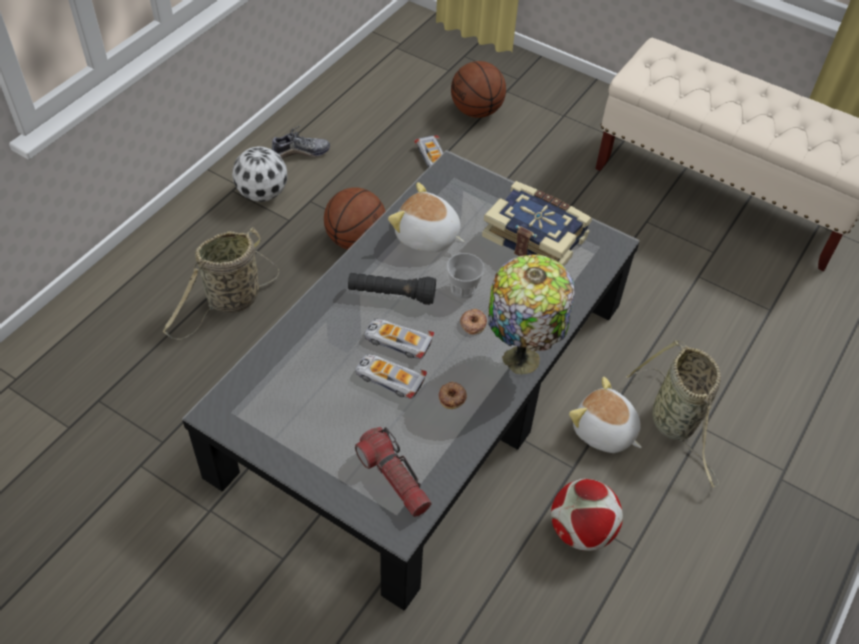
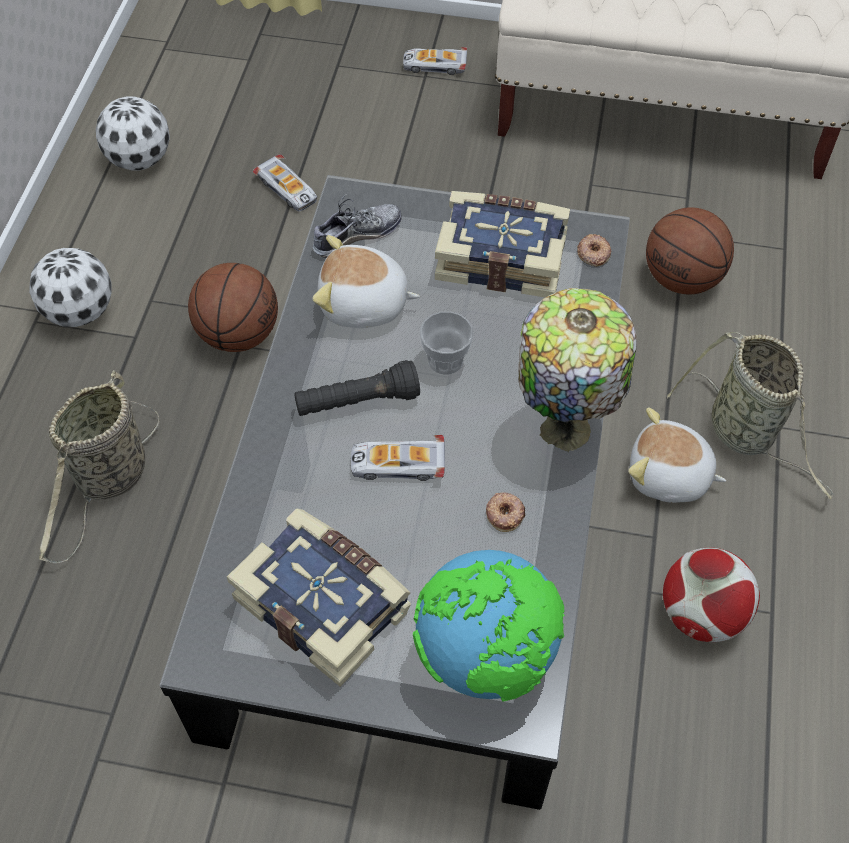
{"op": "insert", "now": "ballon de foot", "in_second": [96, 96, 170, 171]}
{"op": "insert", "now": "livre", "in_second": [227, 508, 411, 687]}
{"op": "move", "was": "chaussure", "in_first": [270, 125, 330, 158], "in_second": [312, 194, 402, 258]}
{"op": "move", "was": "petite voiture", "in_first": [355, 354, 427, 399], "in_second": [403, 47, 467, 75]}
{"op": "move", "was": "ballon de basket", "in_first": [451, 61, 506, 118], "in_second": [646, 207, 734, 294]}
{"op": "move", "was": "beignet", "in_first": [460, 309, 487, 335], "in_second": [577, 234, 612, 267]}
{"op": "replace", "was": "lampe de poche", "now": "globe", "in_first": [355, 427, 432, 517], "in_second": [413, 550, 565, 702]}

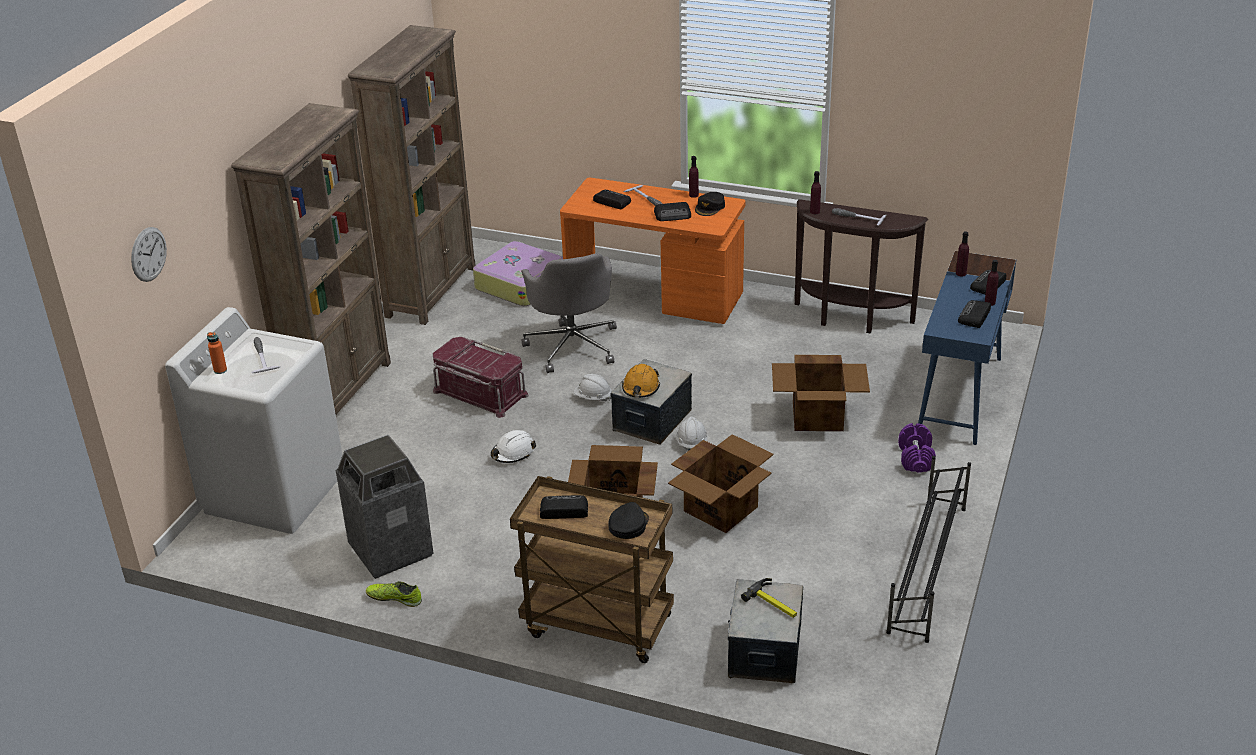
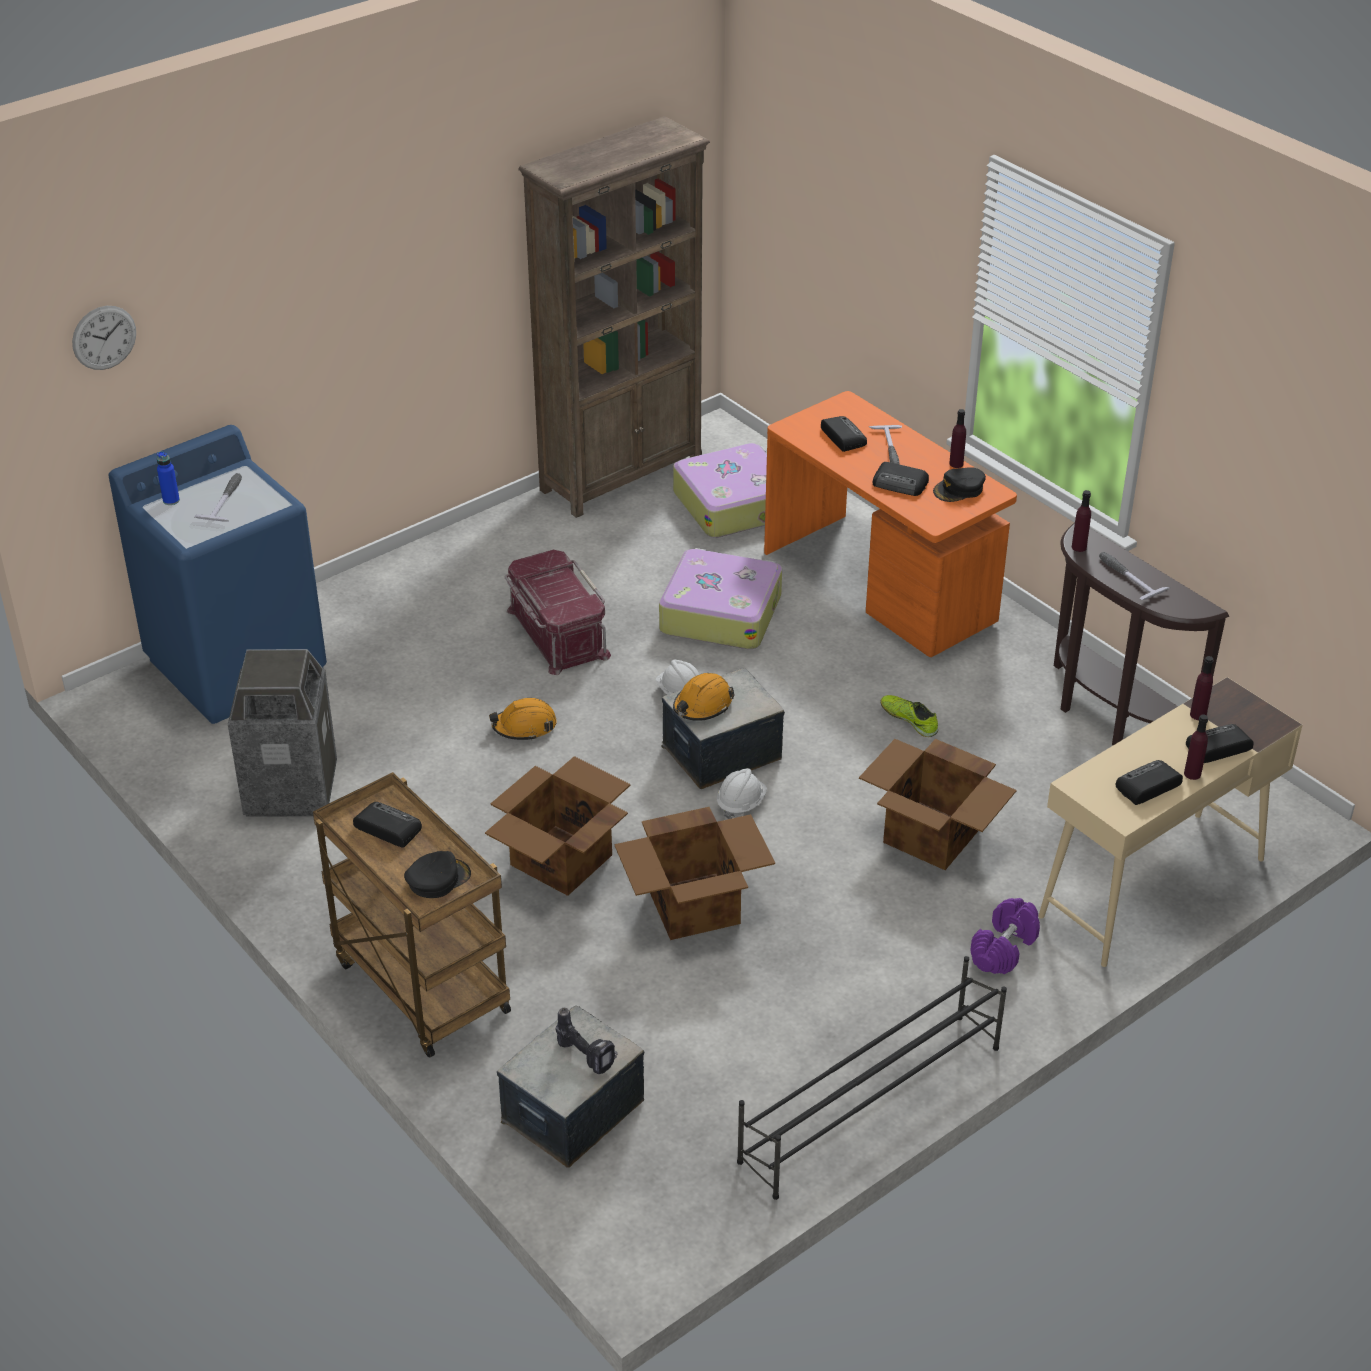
{"op": "delete", "was": "bibliothèque (marron)", "in_first": [231, 103, 391, 414]}
{"op": "move", "was": "chaussure", "in_first": [366, 581, 422, 607], "in_second": [880, 695, 938, 737]}
{"op": "replace", "was": "chaise de bureau (gris)", "now": "valise", "in_first": [521, 253, 617, 373], "in_second": [659, 548, 782, 649]}
{"op": "replace", "was": "marteau", "now": "perceuse", "in_first": [741, 578, 797, 618], "in_second": [555, 1008, 618, 1074]}
{"op": "recolor", "was": "lave-linge (blanc)", "now": "lave-linge (bleu)", "in_first": [165, 307, 343, 534], "in_second": [108, 425, 327, 724]}
{"op": "recolor", "was": "bouteille (orange)", "now": "bouteille (bleu)", "in_first": [207, 332, 227, 374], "in_second": [157, 451, 180, 505]}
{"op": "recolor", "was": "casque de chantier (blanc)", "now": "casque de chantier (orange)", "in_first": [491, 430, 536, 463], "in_second": [489, 698, 557, 741]}
{"op": "recolor", "was": "bureau (bleu)", "now": "bureau (beige)", "in_first": [918, 251, 1016, 445], "in_second": [1038, 677, 1302, 967]}

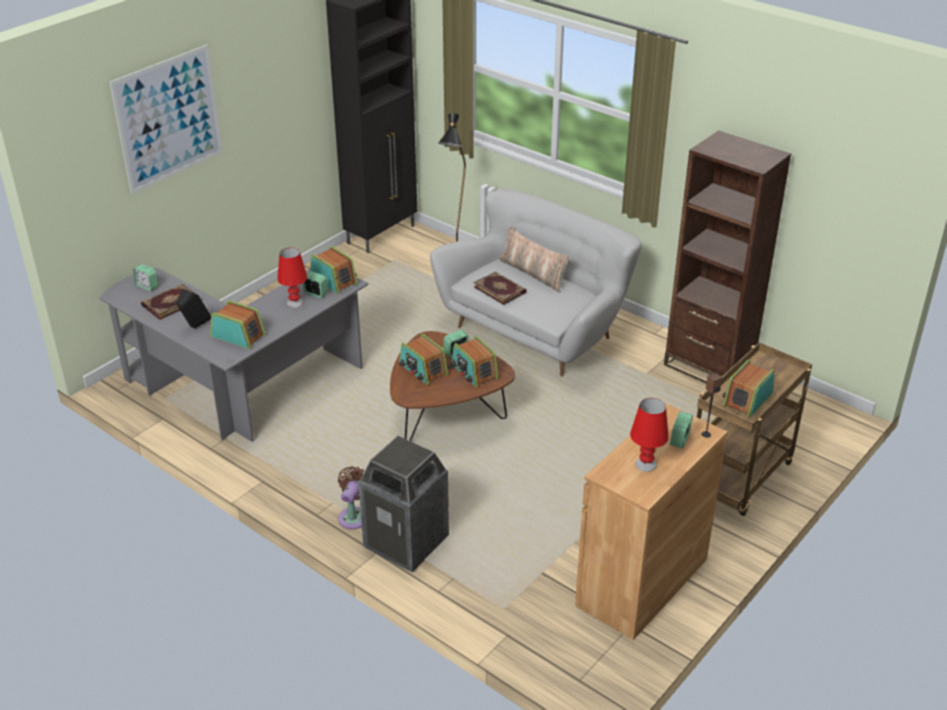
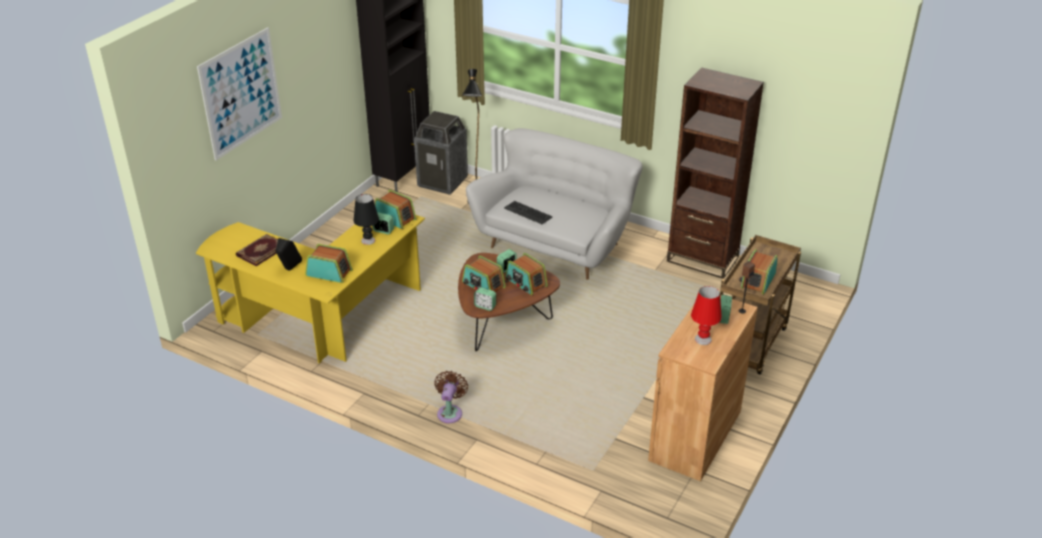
{"op": "delete", "was": "coussin", "in_first": [499, 227, 569, 292]}
{"op": "move", "was": "réveil", "in_first": [133, 264, 158, 291], "in_second": [474, 287, 496, 311]}
{"op": "move", "was": "poubelle", "in_first": [358, 436, 449, 572], "in_second": [414, 111, 468, 195]}
{"op": "replace", "was": "livre", "now": "clavier", "in_first": [474, 272, 526, 305], "in_second": [504, 201, 552, 224]}
{"op": "recolor", "was": "bureau (gris)", "now": "bureau (jaune)", "in_first": [99, 268, 369, 442], "in_second": [196, 215, 425, 363]}
{"op": "recolor", "was": "lampe de table (rouge)", "now": "lampe de table (noir)", "in_first": [277, 248, 307, 308], "in_second": [354, 194, 379, 245]}

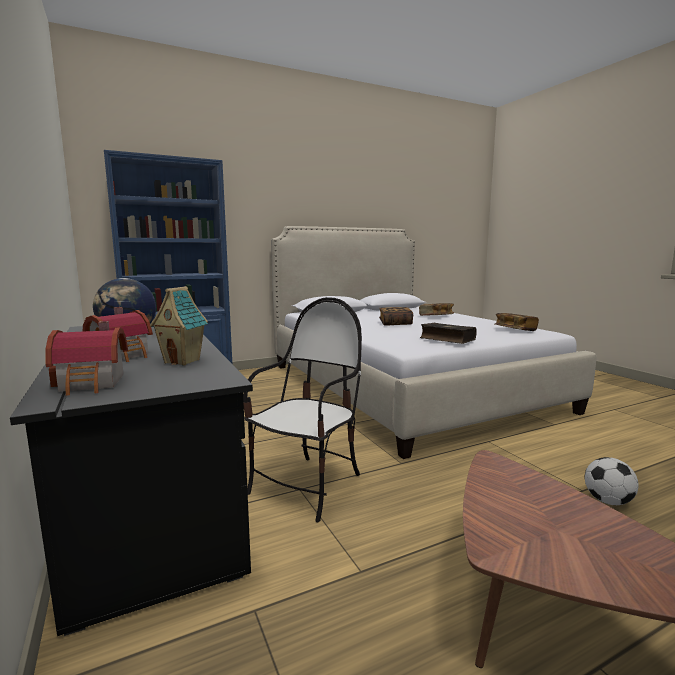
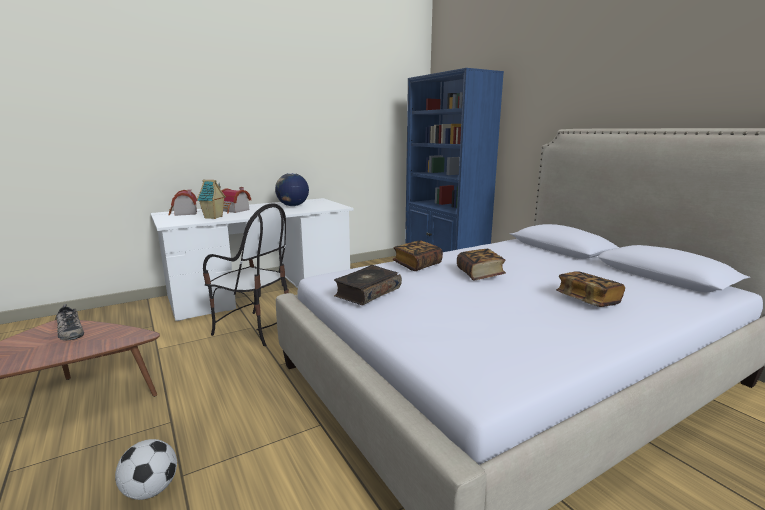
{"op": "insert", "now": "chaussure", "in_second": [57, 304, 84, 341]}
{"op": "move", "was": "livre", "in_first": [495, 313, 539, 331], "in_second": [393, 240, 443, 271]}
{"op": "recolor", "was": "bureau (noir)", "now": "bureau (blanc)", "in_first": [10, 326, 253, 636], "in_second": [150, 198, 353, 321]}

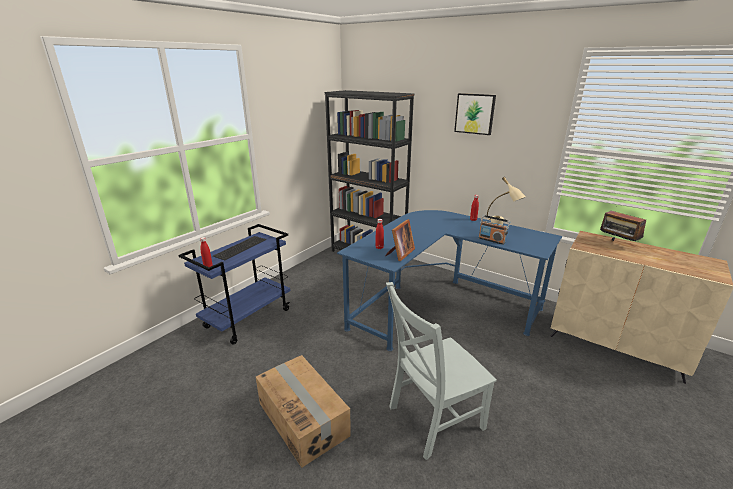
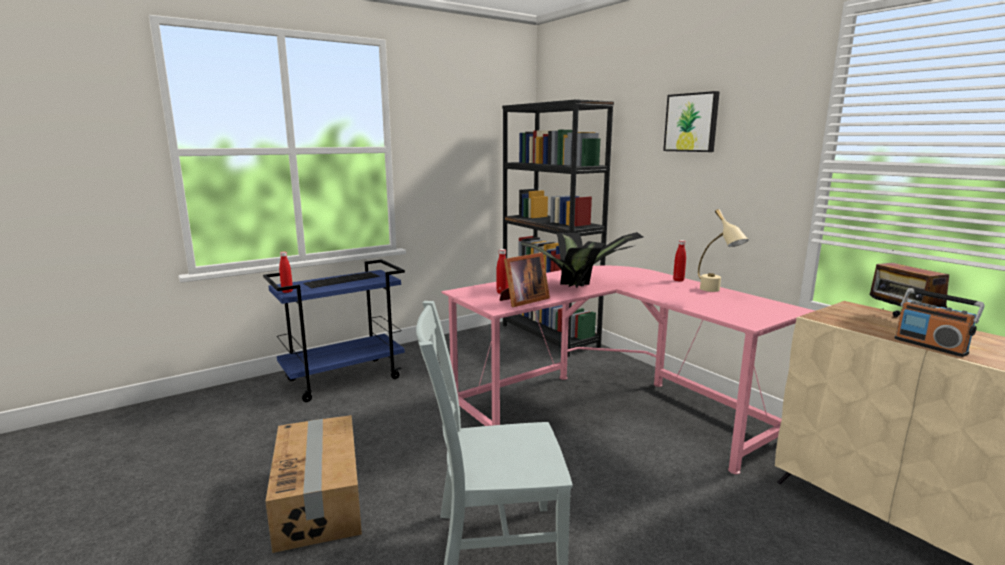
{"op": "insert", "now": "plante en pot", "in_second": [521, 232, 643, 288]}
{"op": "move", "was": "radio", "in_first": [478, 215, 510, 245], "in_second": [894, 288, 985, 357]}
{"op": "recolor", "was": "bureau (bleu)", "now": "bureau (rose)", "in_first": [337, 210, 562, 351], "in_second": [442, 266, 815, 474]}

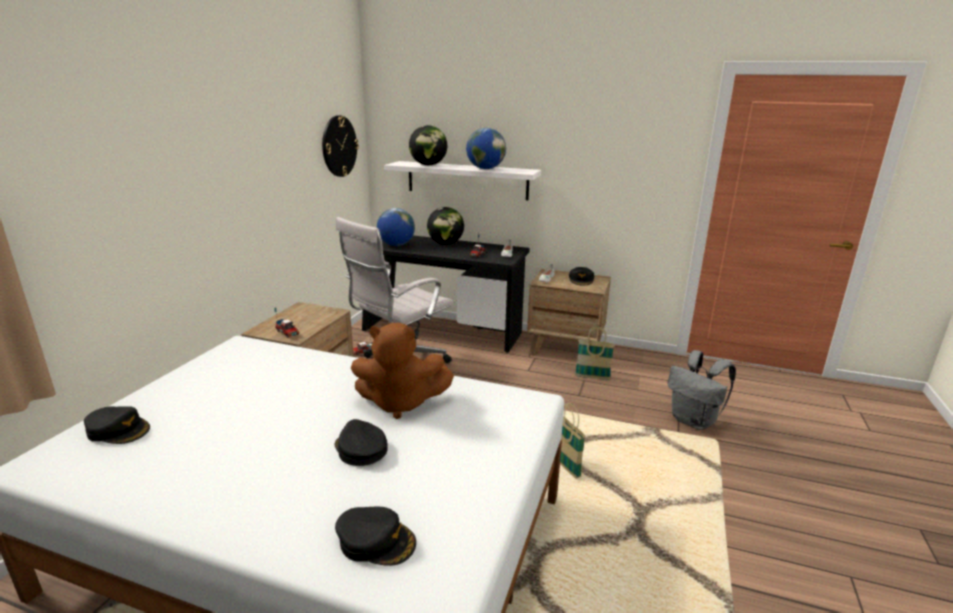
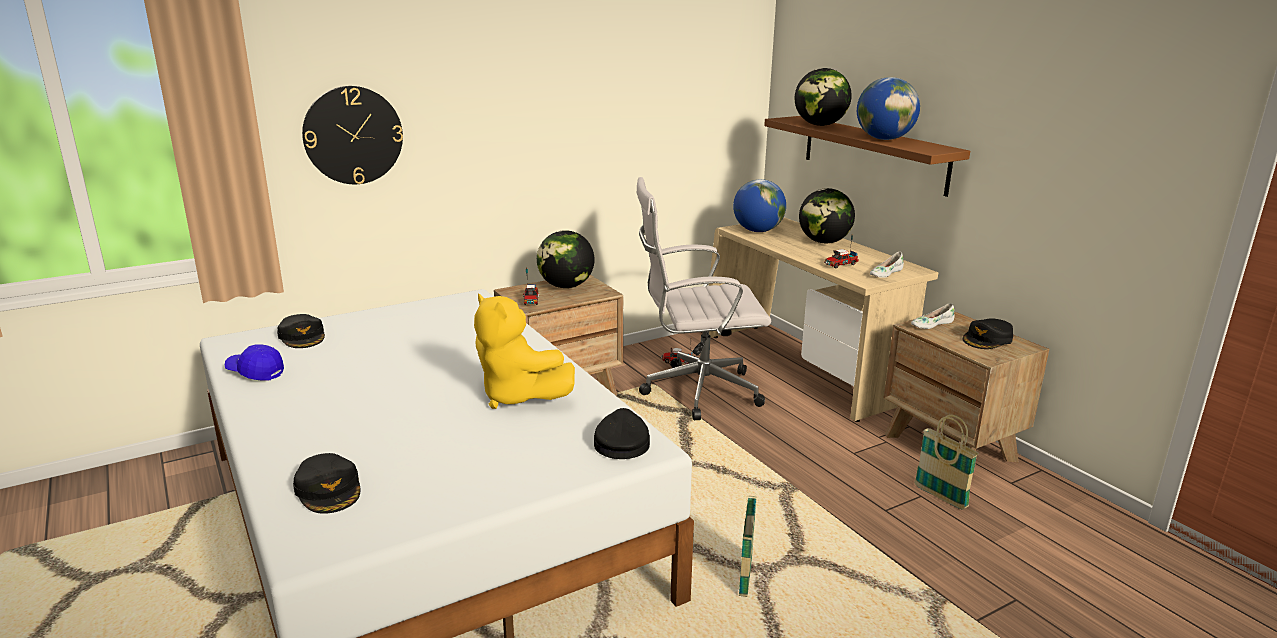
{"op": "delete", "was": "sac à dos (gris)", "in_first": [667, 350, 736, 430]}
{"op": "insert", "now": "casquette (bleu)", "in_second": [225, 344, 284, 381]}
{"op": "insert", "now": "globe", "in_second": [537, 230, 594, 288]}
{"op": "move", "was": "horloge murale", "in_first": [322, 115, 359, 177], "in_second": [302, 86, 403, 184]}
{"op": "move", "was": "casquette (noir)", "in_first": [335, 419, 388, 466], "in_second": [594, 408, 650, 459]}
{"op": "recolor", "was": "peluche (marron)", "now": "peluche (jaune)", "in_first": [351, 322, 454, 419], "in_second": [474, 294, 575, 409]}
{"op": "recolor", "was": "bureau (noir)", "now": "bureau (beige)", "in_first": [362, 236, 530, 353], "in_second": [709, 217, 938, 422]}
{"op": "recolor", "was": "étagère (blanc)", "now": "étagère (marron)", "in_first": [384, 161, 541, 200], "in_second": [764, 116, 970, 197]}

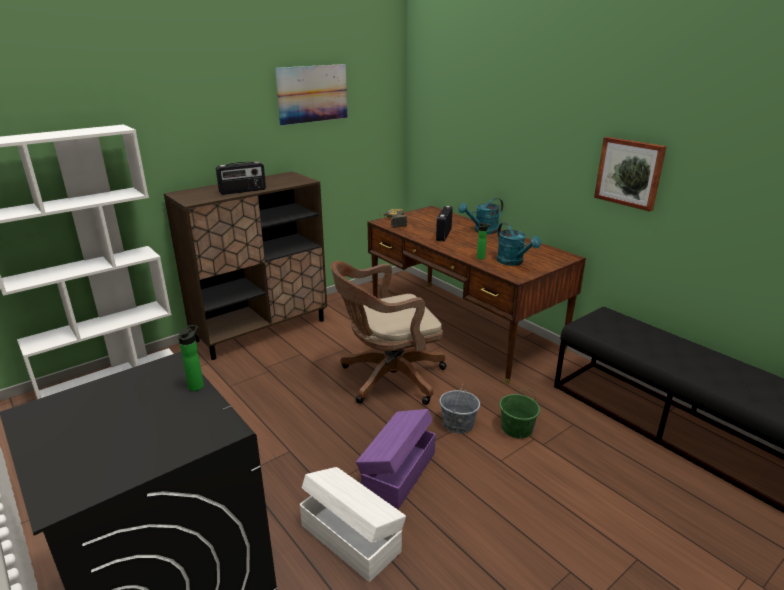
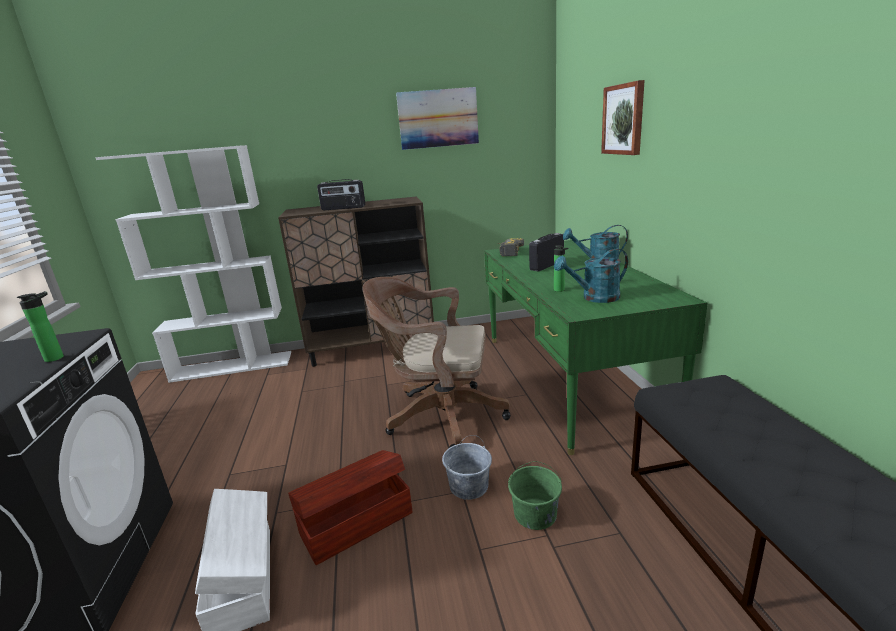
{"op": "move", "was": "tableau", "in_first": [594, 137, 667, 211], "in_second": [601, 80, 645, 155]}
{"op": "recolor", "was": "boîte de rangement (violet)", "now": "boîte de rangement (marron)", "in_first": [356, 409, 436, 509], "in_second": [288, 450, 412, 565]}
{"op": "recolor", "was": "bureau (marron)", "now": "bureau (vert)", "in_first": [368, 206, 586, 384], "in_second": [484, 240, 708, 455]}
{"op": "rotate", "was": "arrosoir (turquoise)", "in_first": [497, 223, 541, 266], "in_second": [554, 248, 628, 303], "clockwise": 75}

